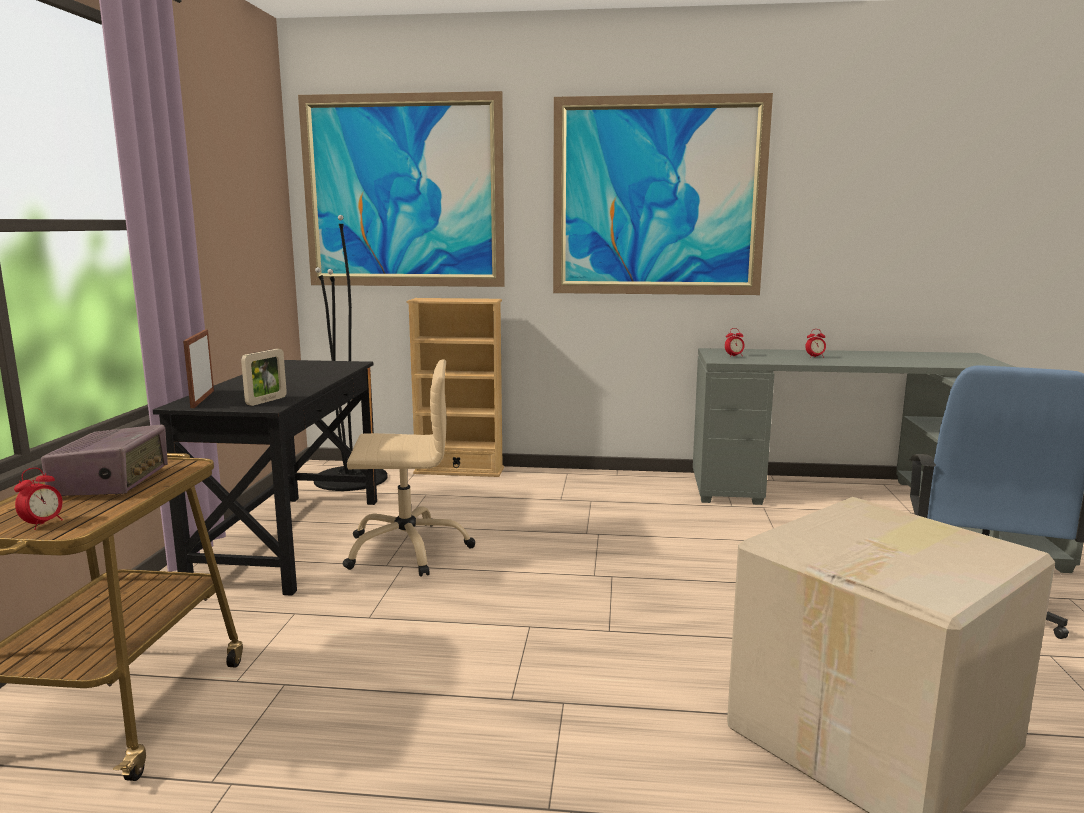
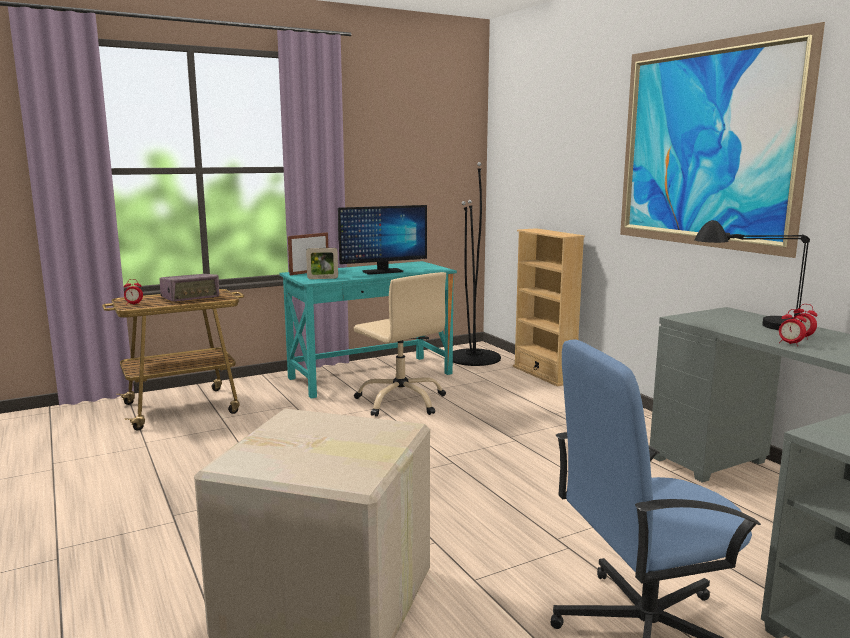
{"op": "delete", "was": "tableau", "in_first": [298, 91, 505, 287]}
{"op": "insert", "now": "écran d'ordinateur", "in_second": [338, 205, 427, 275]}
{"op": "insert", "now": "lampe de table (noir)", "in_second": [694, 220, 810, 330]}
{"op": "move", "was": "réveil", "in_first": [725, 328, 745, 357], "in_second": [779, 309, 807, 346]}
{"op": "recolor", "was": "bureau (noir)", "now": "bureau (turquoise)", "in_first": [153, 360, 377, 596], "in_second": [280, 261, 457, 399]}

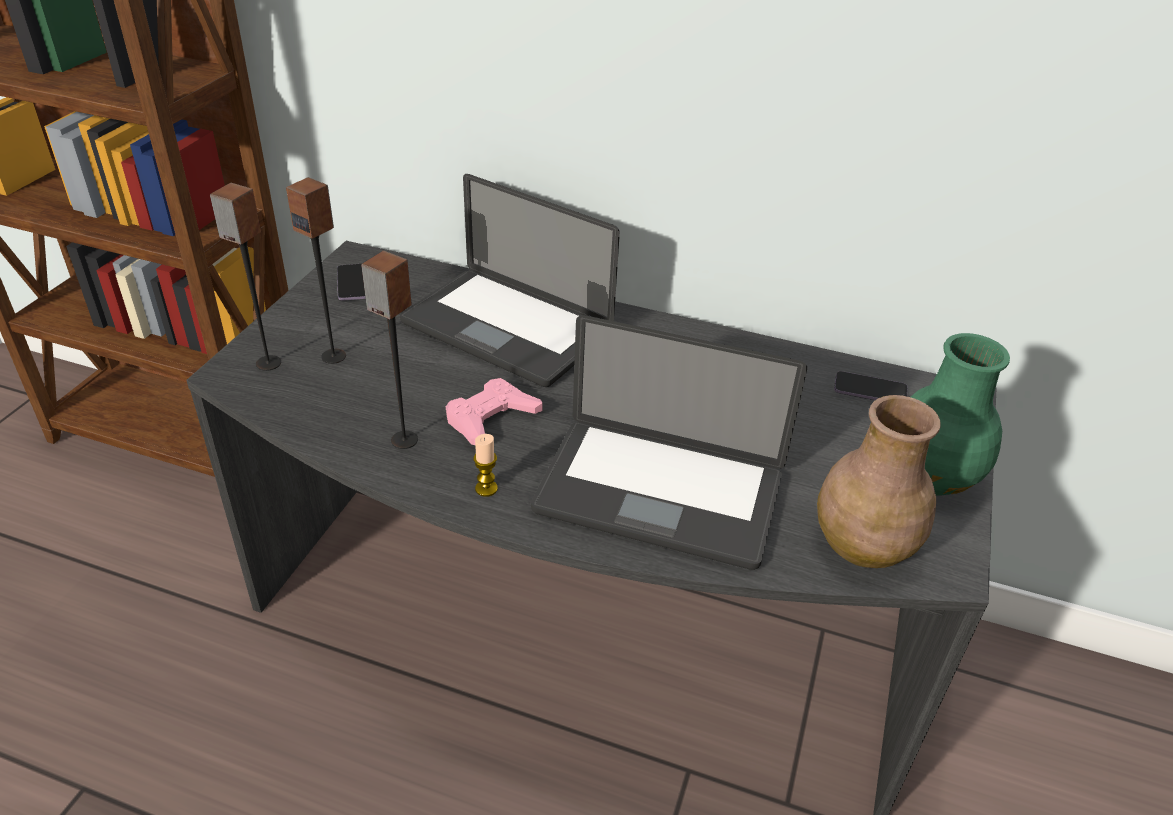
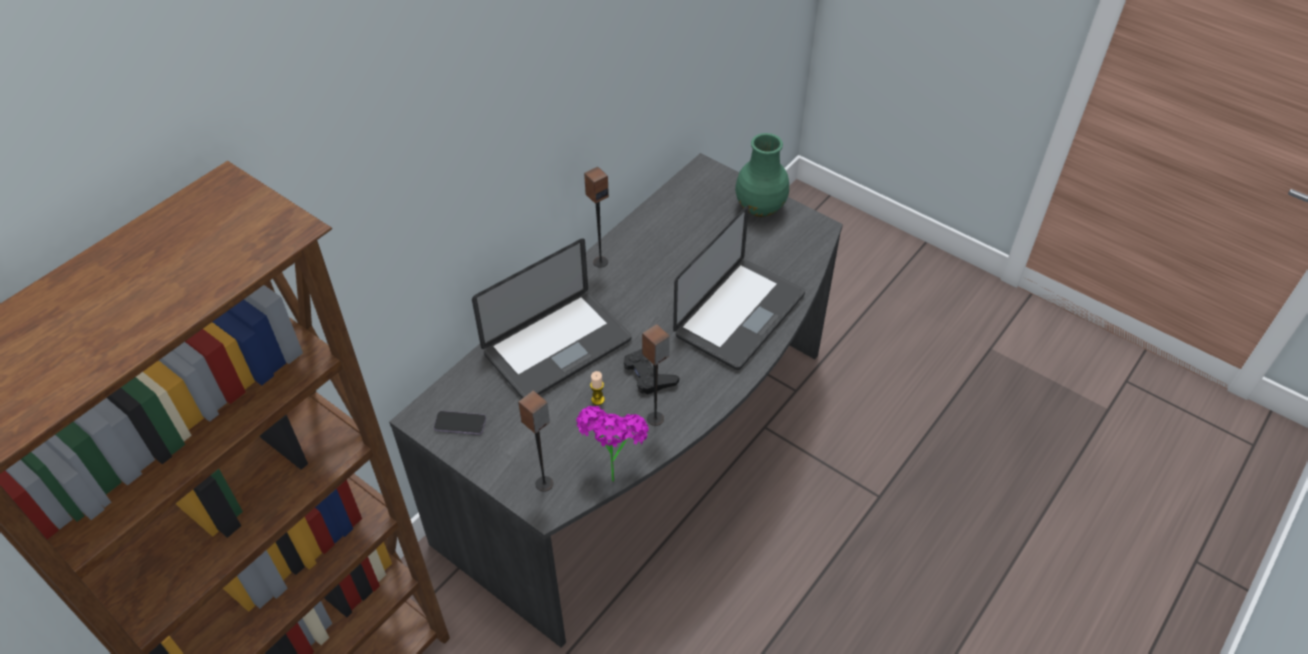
{"op": "delete", "was": "vase (marron)", "in_first": [817, 395, 941, 568]}
{"op": "delete", "was": "téléphone", "in_first": [834, 371, 908, 400]}
{"op": "insert", "now": "plante en pot", "in_second": [576, 406, 649, 482]}
{"op": "move", "was": "enceinte", "in_first": [286, 177, 346, 364], "in_second": [584, 166, 609, 268]}
{"op": "move", "was": "bougie", "in_first": [474, 434, 498, 497], "in_second": [590, 371, 605, 405]}
{"op": "recolor", "was": "manette (rose)", "now": "manette (noir)", "in_first": [446, 378, 543, 445], "in_second": [624, 349, 679, 395]}

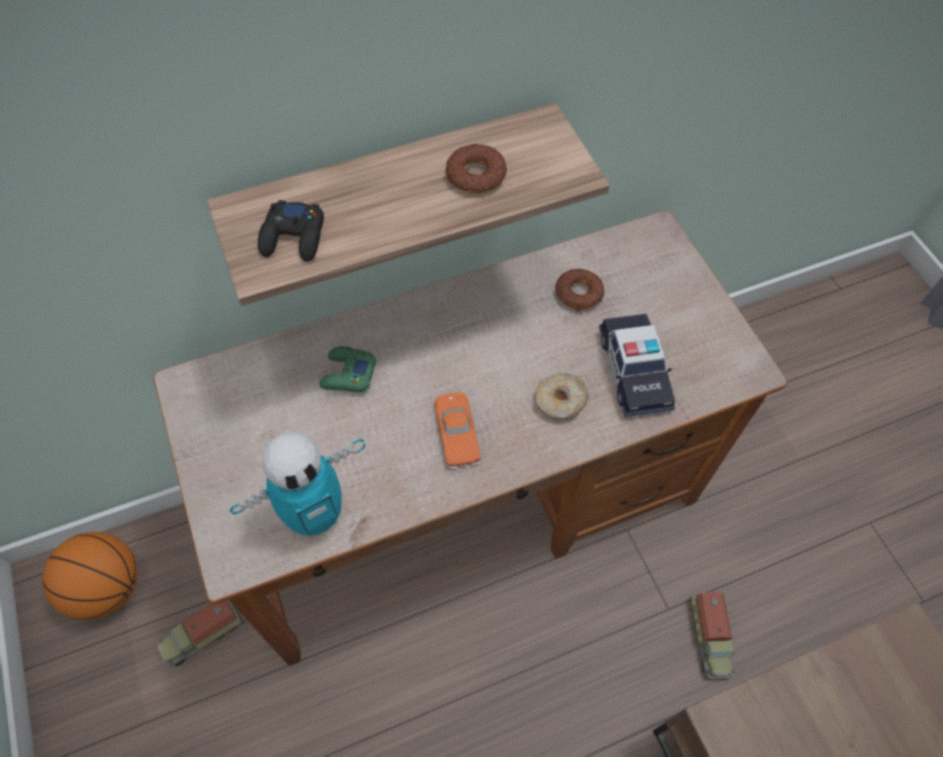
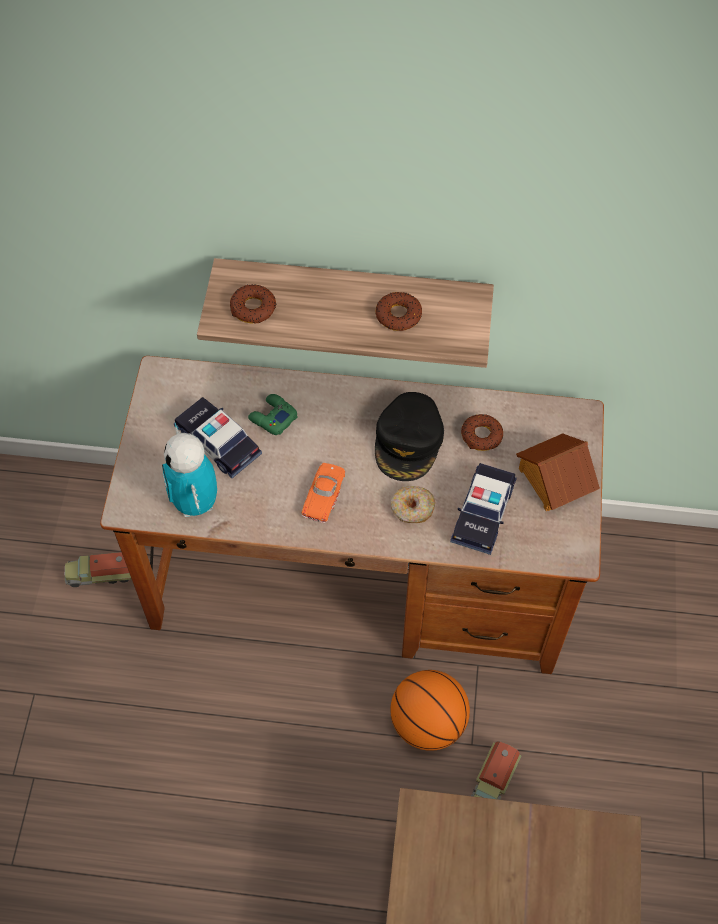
{"op": "insert", "now": "petite voiture", "in_second": [174, 397, 262, 478]}
{"op": "insert", "now": "casquette (noir)", "in_second": [375, 392, 444, 481]}
{"op": "insert", "now": "maison miniature", "in_second": [516, 433, 600, 511]}
{"op": "move", "was": "ballon de basket", "in_first": [42, 532, 137, 620], "in_second": [390, 670, 470, 751]}
{"op": "replace", "was": "manette (noir)", "now": "beignet", "in_first": [258, 200, 324, 262], "in_second": [230, 284, 276, 323]}
{"op": "rotate", "was": "robot jouet", "in_first": [230, 432, 366, 537], "in_second": [162, 423, 217, 517], "clockwise": 75}

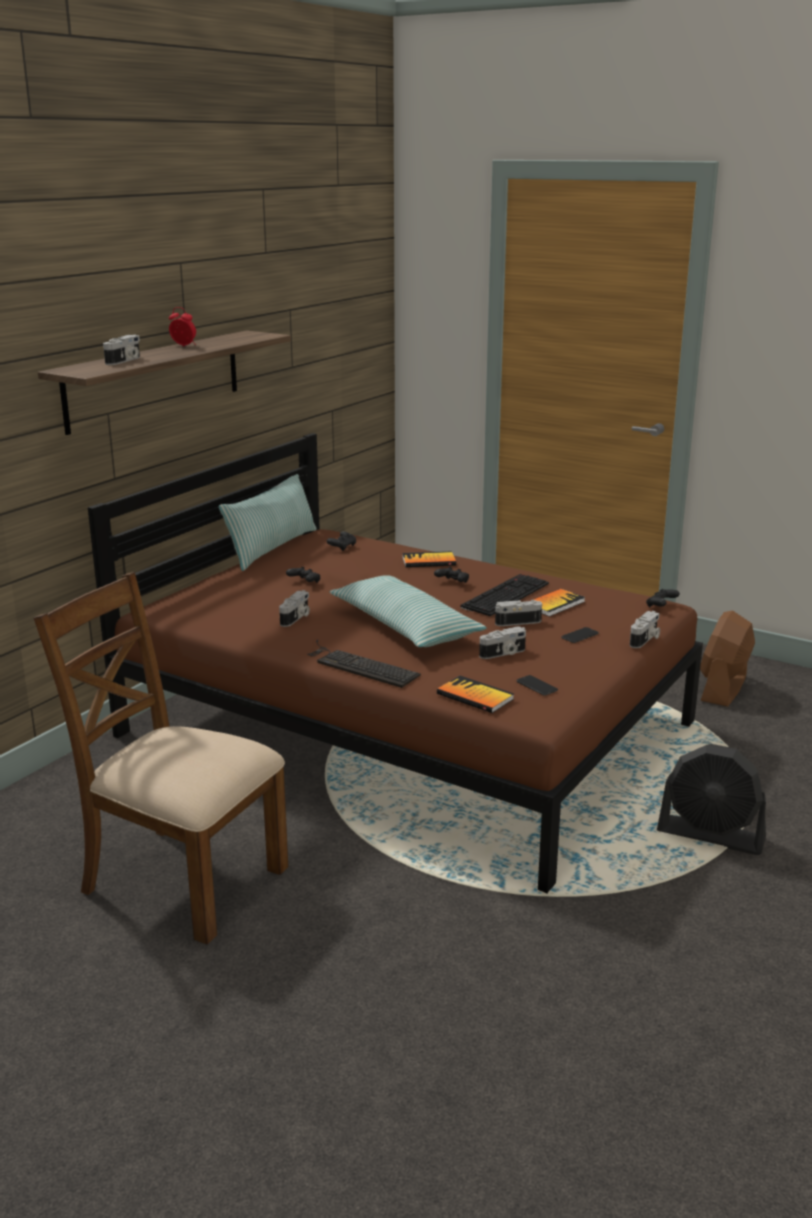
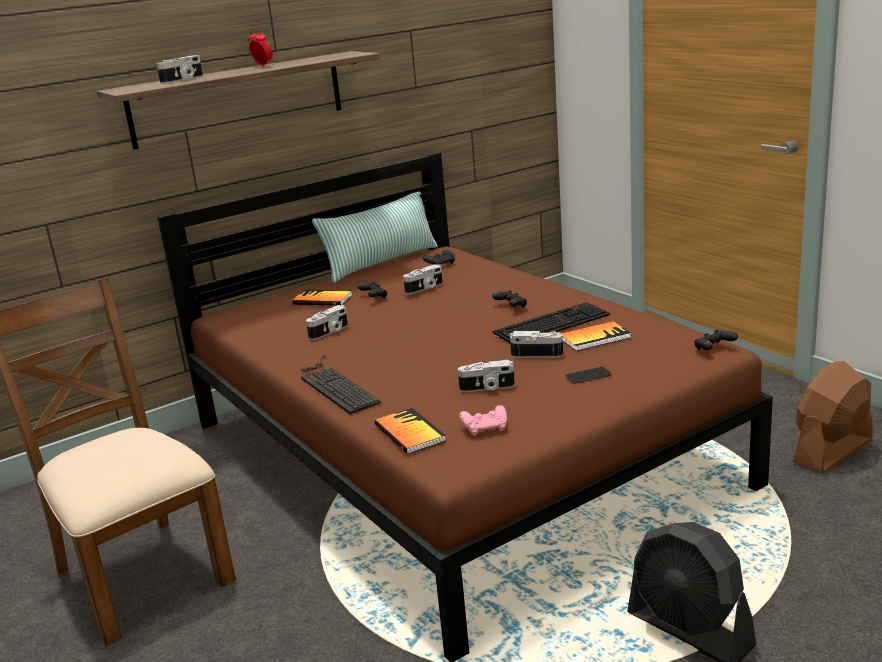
{"op": "delete", "was": "coussin", "in_first": [329, 575, 487, 647]}
{"op": "move", "was": "livre", "in_first": [402, 551, 456, 567], "in_second": [292, 290, 352, 306]}
{"op": "move", "was": "appareil photo", "in_first": [630, 611, 660, 648], "in_second": [403, 264, 443, 294]}
{"op": "replace", "was": "téléphone", "now": "manette (rose)", "in_first": [516, 675, 558, 696], "in_second": [459, 405, 507, 436]}

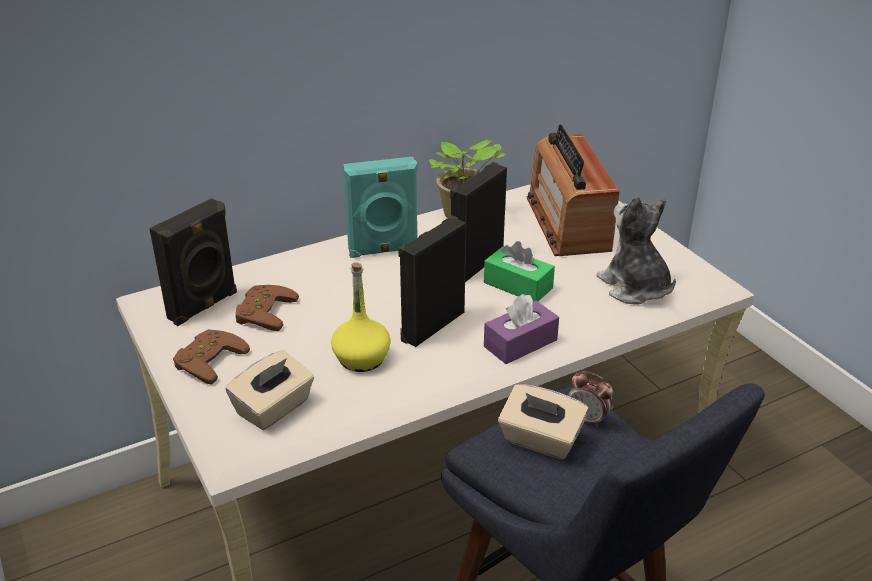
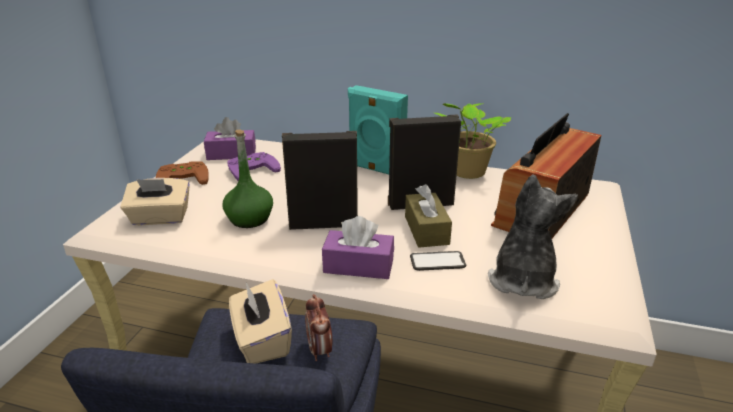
{"op": "insert", "now": "téléphone", "in_second": [410, 251, 466, 271]}
{"op": "replace", "was": "enceinte (noir)", "now": "boîte à mouchoirs (violet)", "in_first": [149, 198, 237, 326], "in_second": [204, 117, 256, 160]}
{"op": "recolor", "was": "manette (marron)", "now": "manette (violet)", "in_first": [236, 285, 299, 331], "in_second": [227, 152, 281, 181]}
{"op": "recolor", "was": "bouteille (jaune)", "now": "bouteille (vert)", "in_first": [331, 262, 391, 372], "in_second": [222, 130, 273, 228]}
{"op": "recolor", "was": "boîte à mouchoirs (vert)", "now": "boîte à mouchoirs (marron)", "in_first": [484, 241, 555, 302], "in_second": [405, 184, 452, 248]}

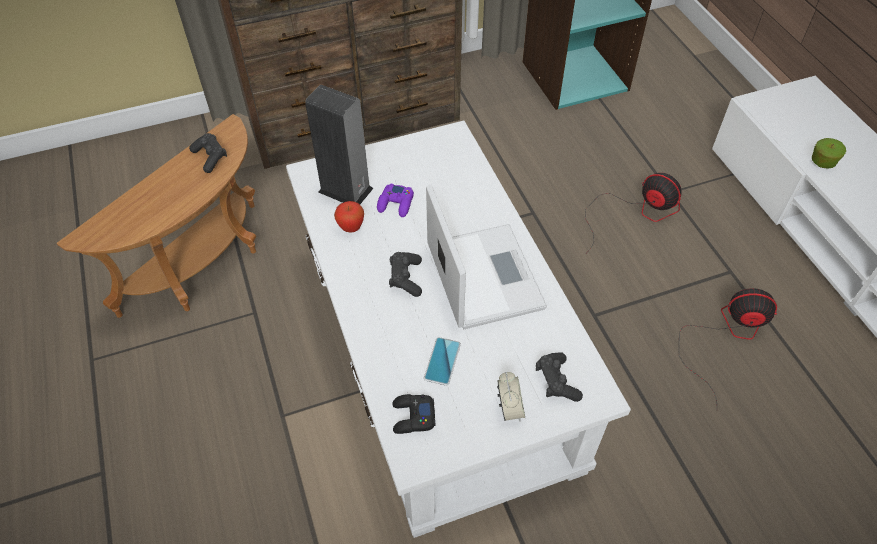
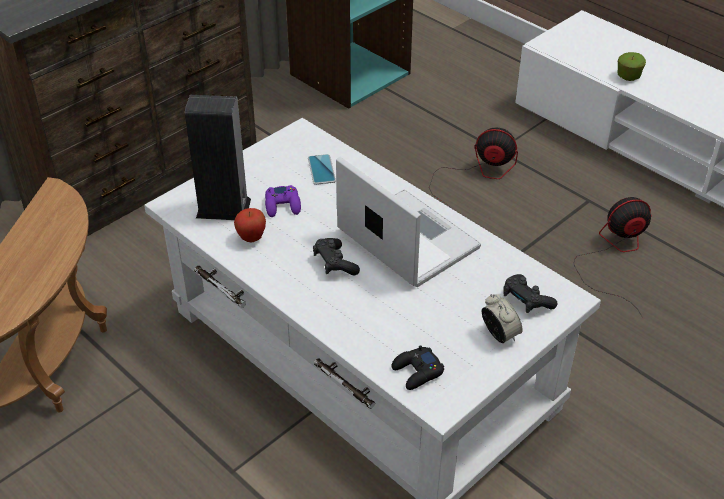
{"op": "delete", "was": "manette (noir)", "in_first": [189, 133, 227, 173]}
{"op": "move", "was": "téléphone", "in_first": [424, 337, 461, 386], "in_second": [308, 154, 336, 185]}

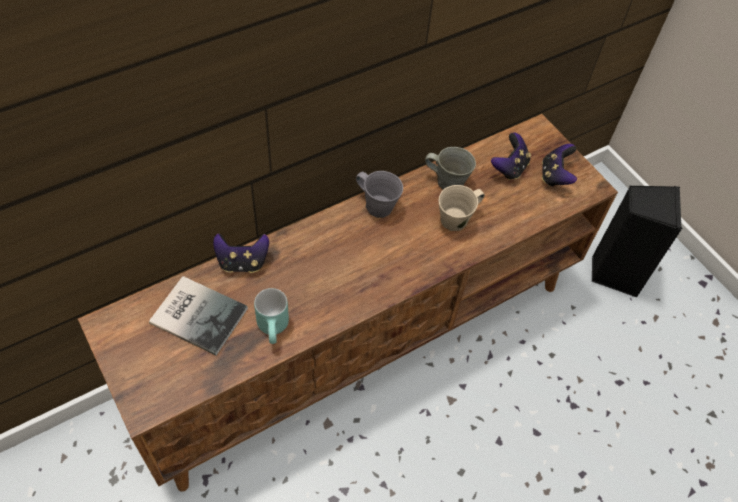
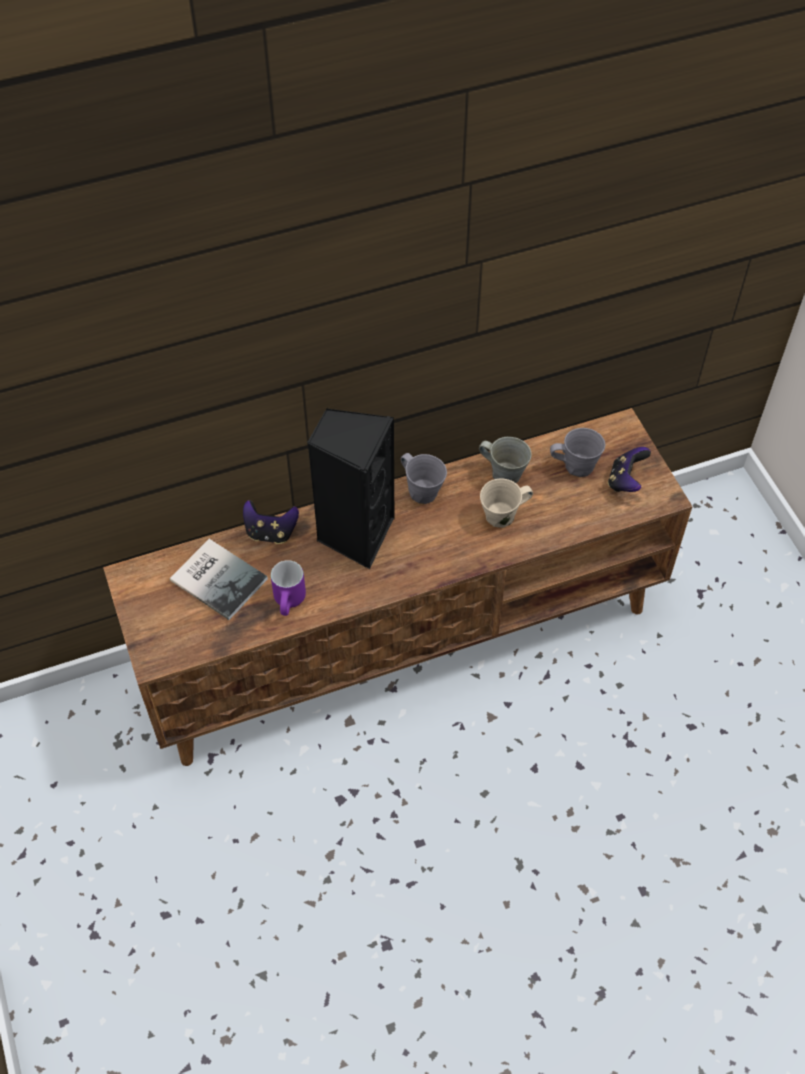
{"op": "move", "was": "enceinte (noir)", "in_first": [592, 185, 682, 297], "in_second": [307, 407, 395, 569]}
{"op": "replace", "was": "manette", "now": "mug (gris)", "in_first": [491, 132, 531, 180], "in_second": [550, 428, 605, 477]}
{"op": "recolor", "was": "mug (turquoise)", "now": "mug (violet)", "in_first": [254, 288, 289, 344], "in_second": [271, 560, 306, 616]}

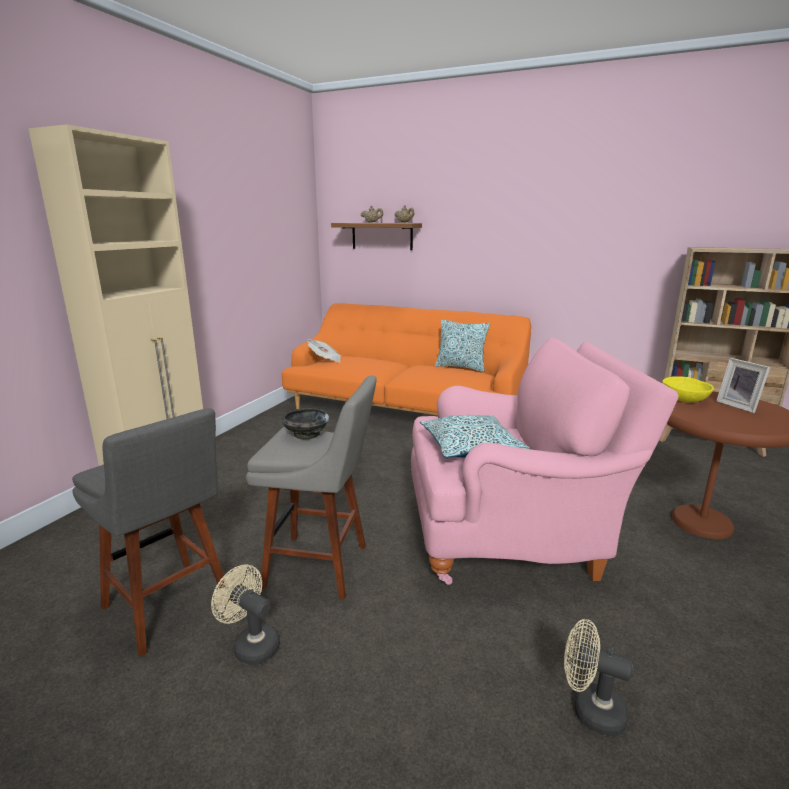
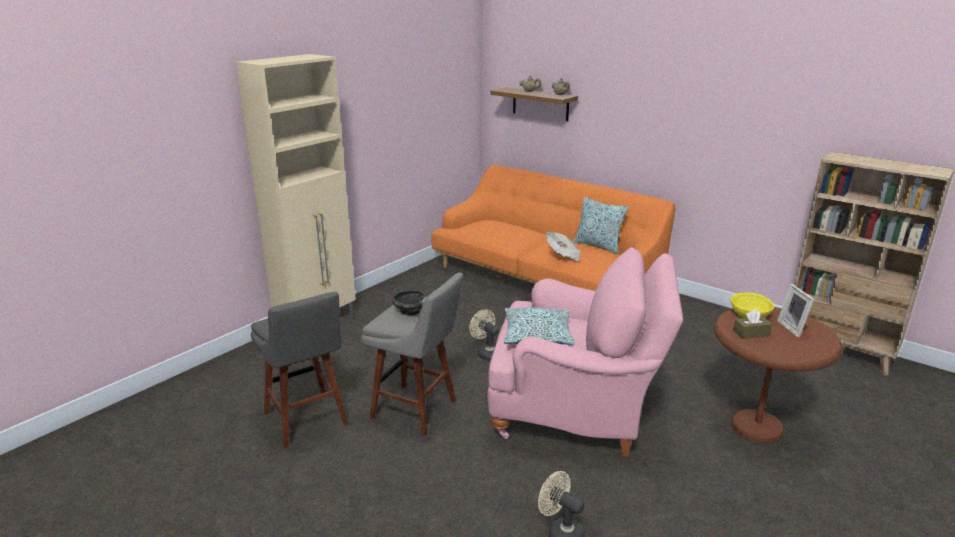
{"op": "insert", "now": "boîte à mouchoirs (marron)", "in_second": [733, 309, 772, 339]}
{"op": "move", "was": "ventilateur (beige)", "in_first": [211, 564, 280, 665], "in_second": [469, 309, 500, 361]}
{"op": "move", "was": "journal", "in_first": [307, 339, 341, 362], "in_second": [546, 232, 581, 261]}

